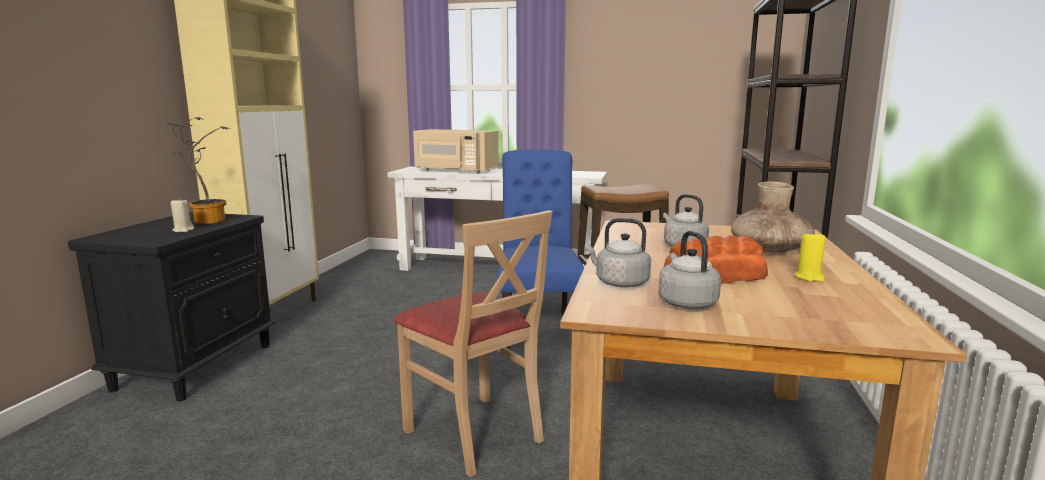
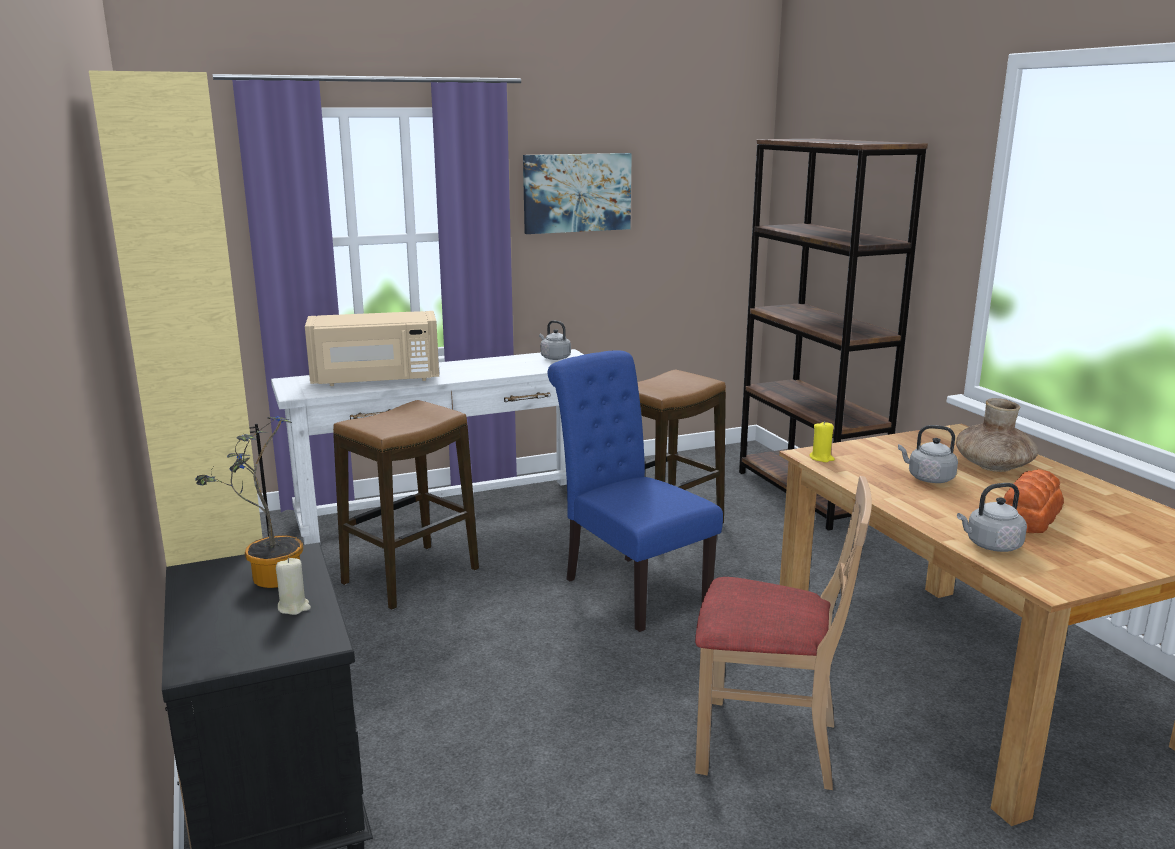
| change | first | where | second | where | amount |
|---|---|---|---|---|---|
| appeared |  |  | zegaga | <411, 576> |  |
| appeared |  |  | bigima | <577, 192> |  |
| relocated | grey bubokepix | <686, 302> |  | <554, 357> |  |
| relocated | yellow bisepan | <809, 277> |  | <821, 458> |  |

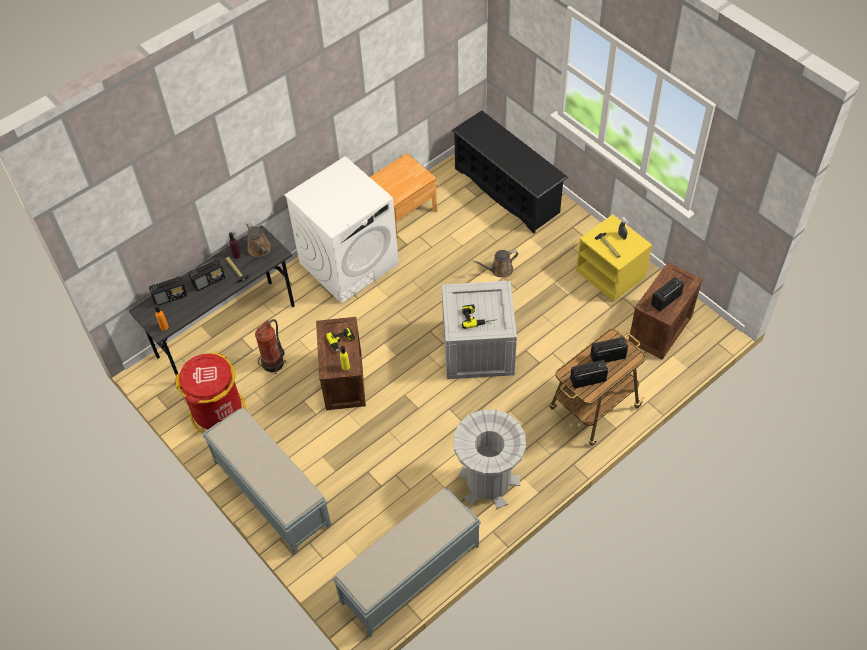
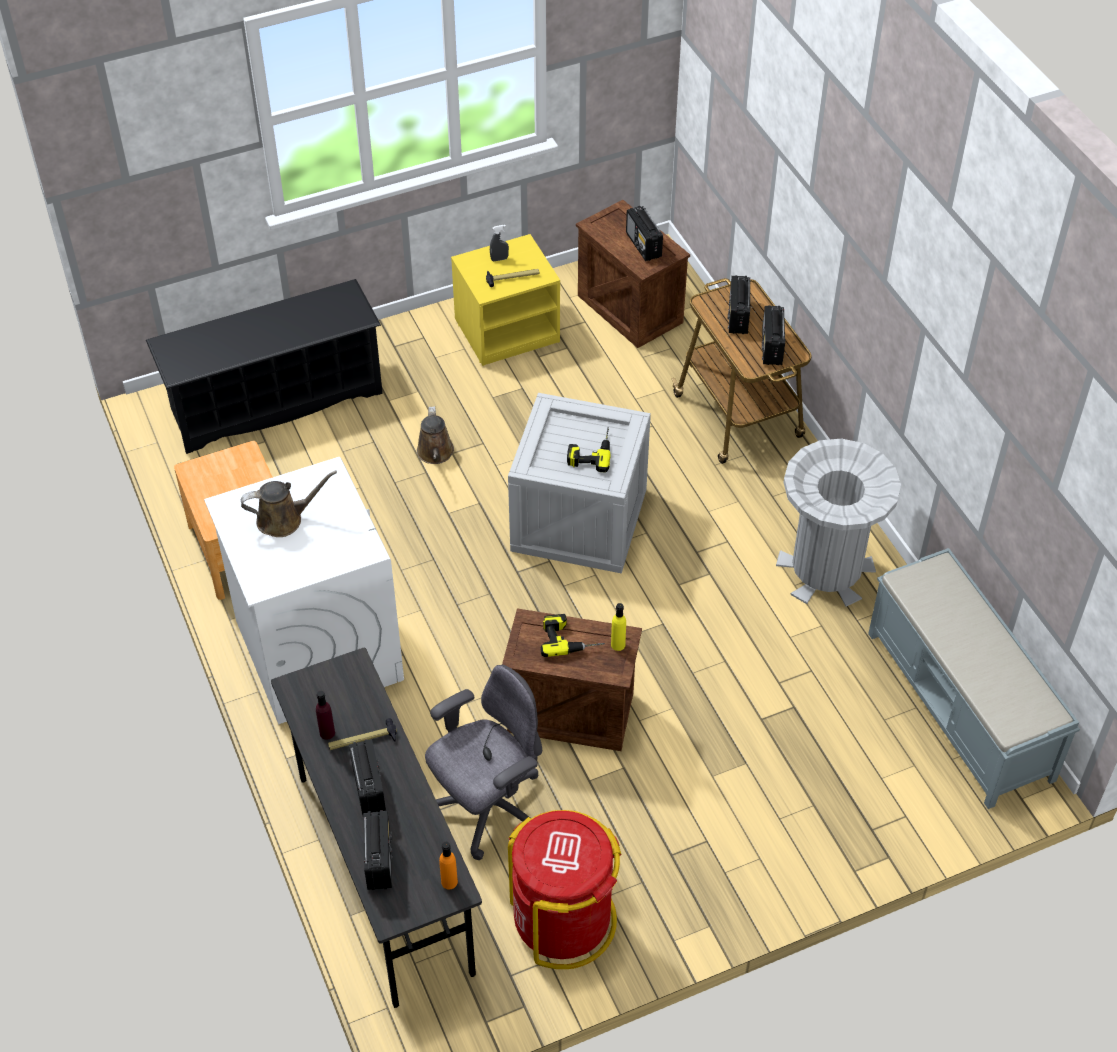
| change | first | where | second | where | amount |
|---|---|---|---|---|---|
| relocated | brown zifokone | <260, 249> |  | <284, 519> |  |
| exchanged | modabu | <274, 362> | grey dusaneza | <489, 809> |  |
| missing | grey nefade | <271, 492> |  |  |  |

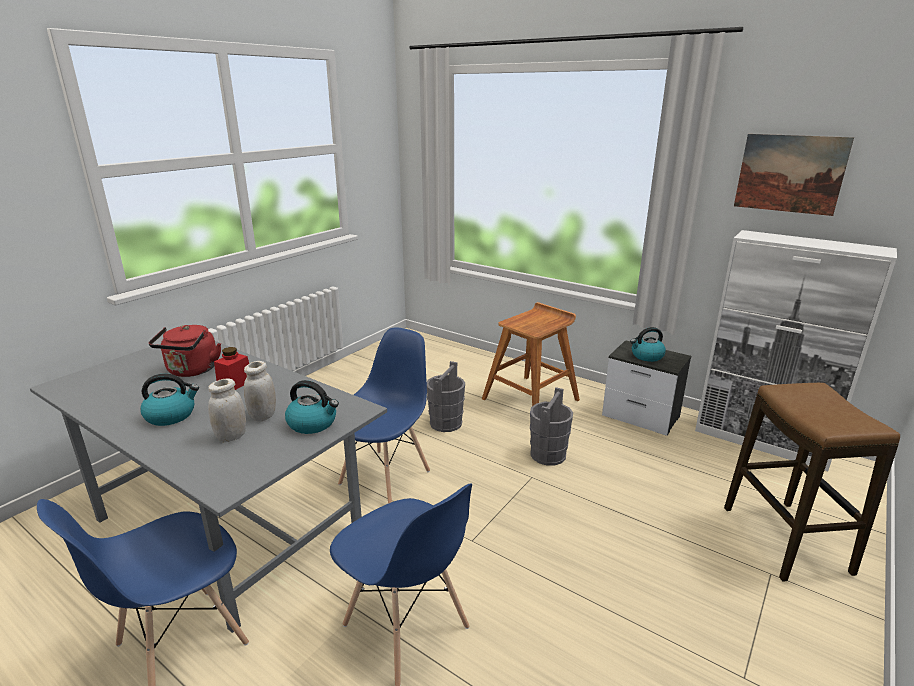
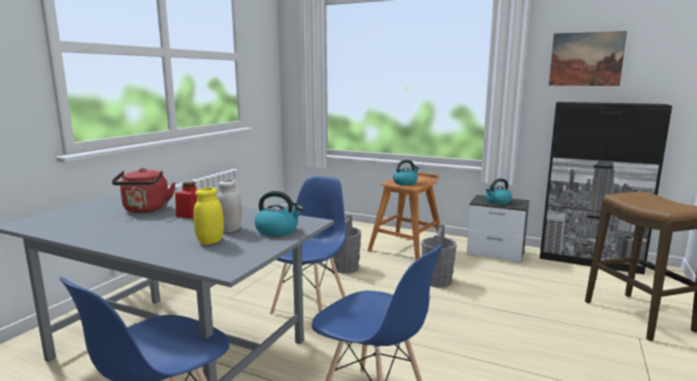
| change | first | where | second | where | amount |
|---|---|---|---|---|---|
| colour | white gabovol | <231, 436> | yellow gabovol | <210, 241> |  |
| relocated | bubokepix | <171, 415> |  | <405, 183> |  |
| colour | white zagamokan | <761, 441> | black zagamokan | <590, 261> |  |

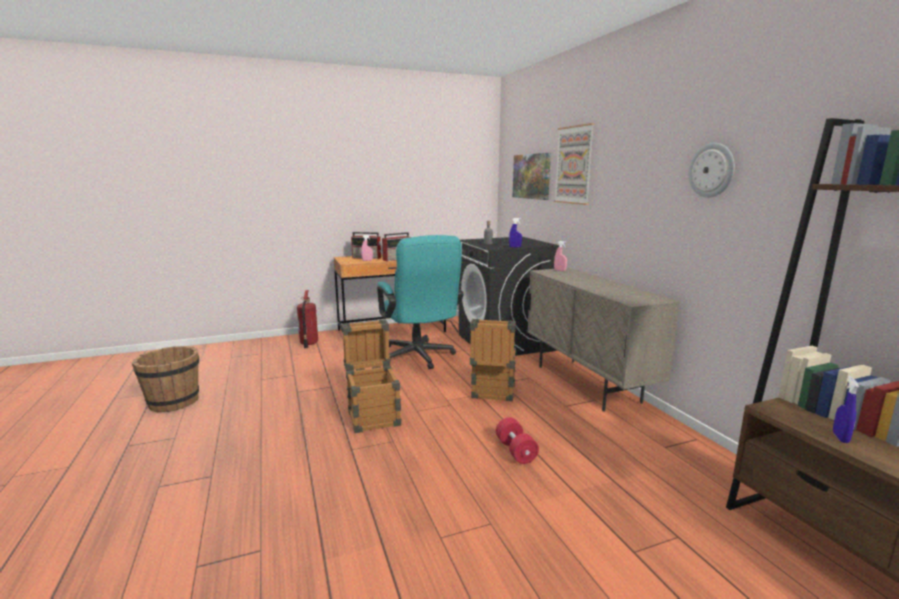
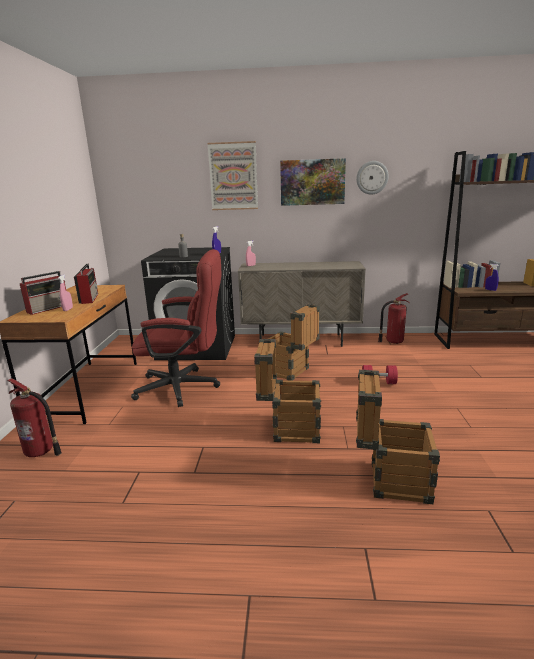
| change | first | where | second | where | amount |
|---|---|---|---|---|---|
| colour | turquoise dusaneza | <419, 358> | red dusaneza | <185, 387> |  |
| relocated | bigima | <531, 176> |  | <312, 182> |  |
| appeared |  |  | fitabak | <390, 480> |  |
| appeared |  |  | modabu | <393, 341> |  |
| missing | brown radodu | <173, 402> |  |  |  |

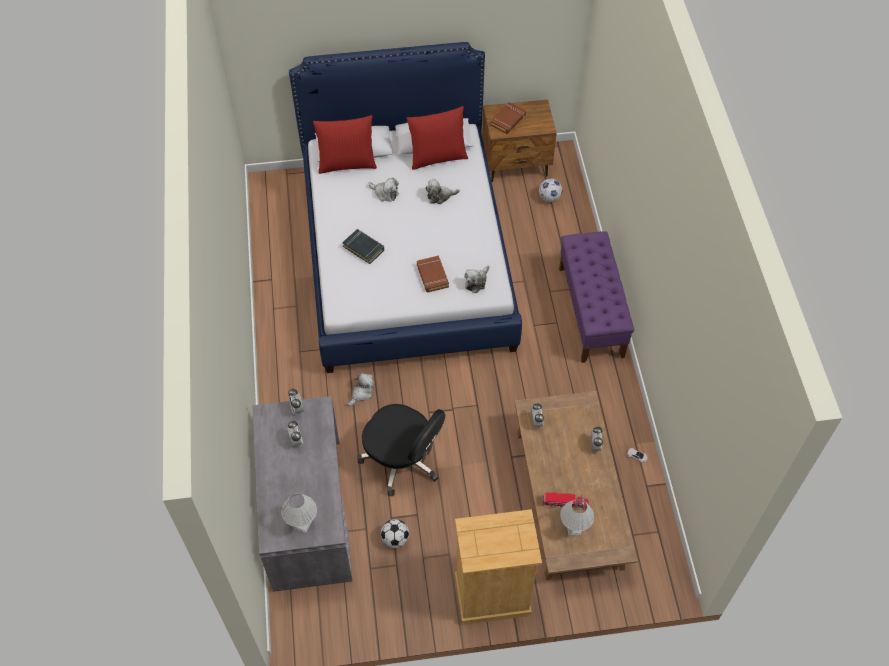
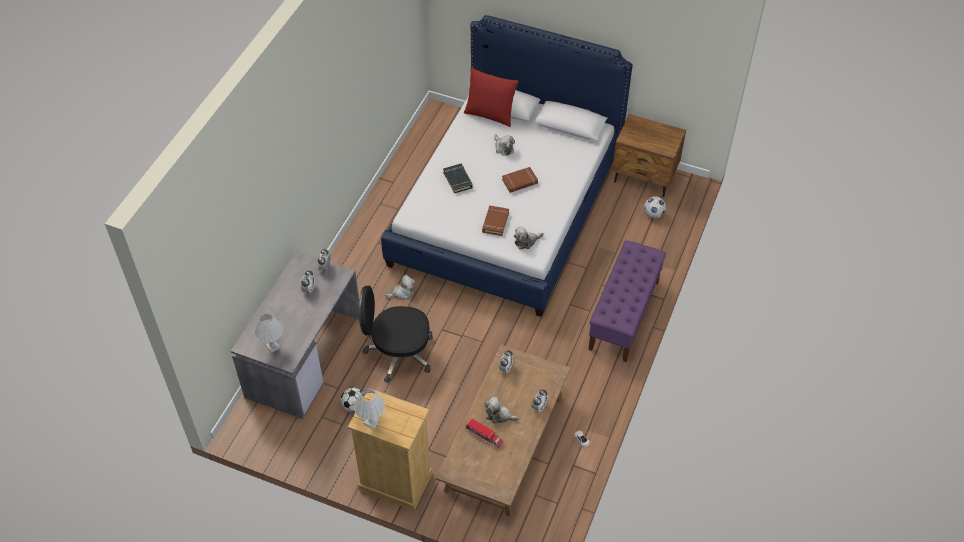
| change | first | where | second | where | amount |
|---|---|---|---|---|---|
| relocated | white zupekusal | <573, 529> |  | <371, 422> |  |
| spun | black dusaneza | <402, 460> |  | <398, 353> | 120 degrees clockwise |
| relocated | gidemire | <440, 196> |  | <499, 415> |  |
| relocated | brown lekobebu | <508, 120> |  | <520, 182> |  |
| missing | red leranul | <437, 157> |  |  |  |

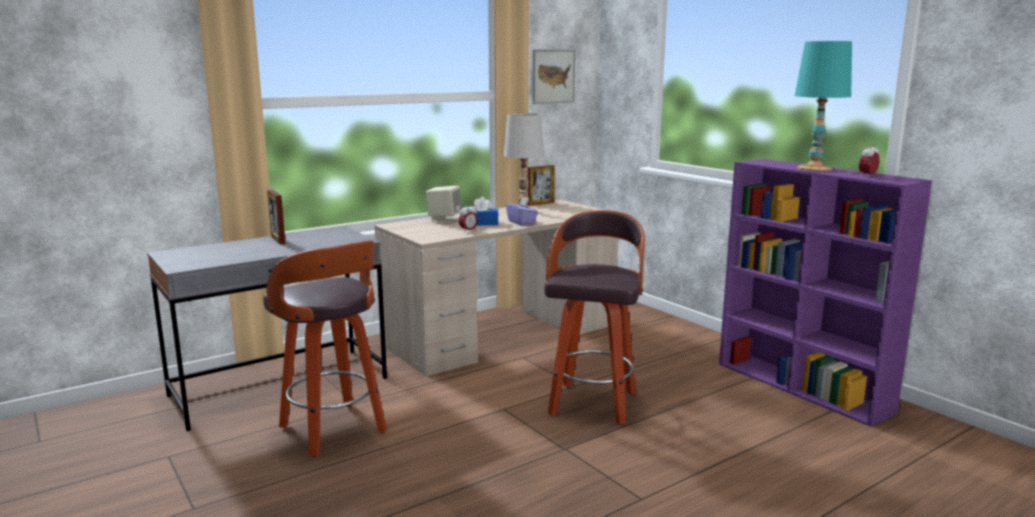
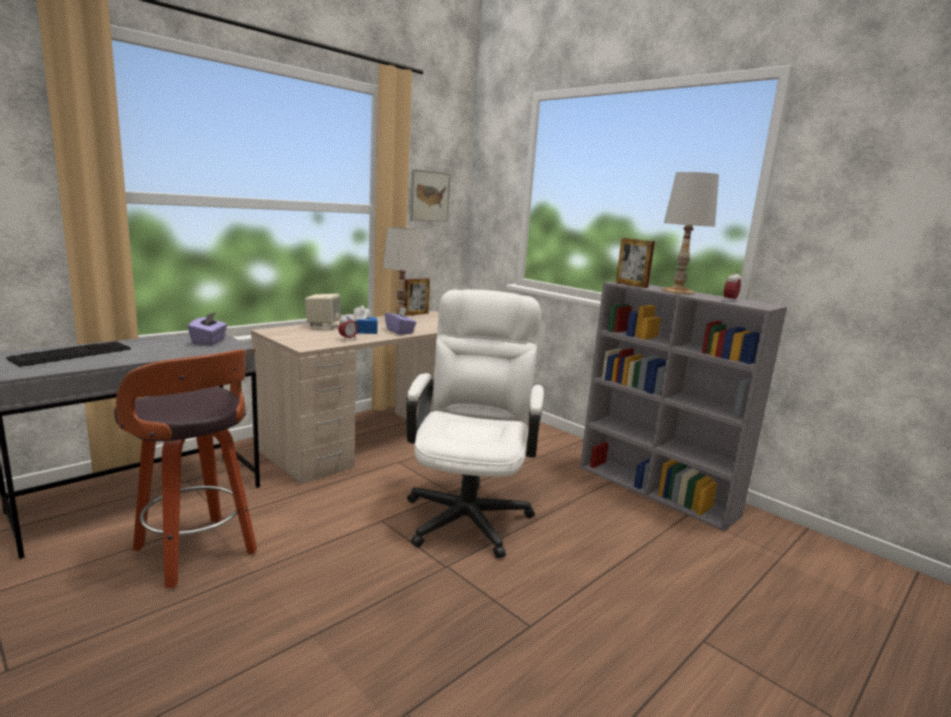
| change | first | where | second | where | amount |
|---|---|---|---|---|---|
| appeared |  |  | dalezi | <72, 353> |  |
| appeared |  |  | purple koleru | <209, 341> |  |
| exchanged | zegaga | <593, 403> | white dusaneza | <469, 511> |  |
| colour | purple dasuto | <803, 387> | grey dasuto | <657, 491> |  |
| relocated | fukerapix | <278, 240> |  | <631, 285> |  |
| colour | turquoise zupekusal | <815, 168> | white zupekusal | <678, 291> |  |

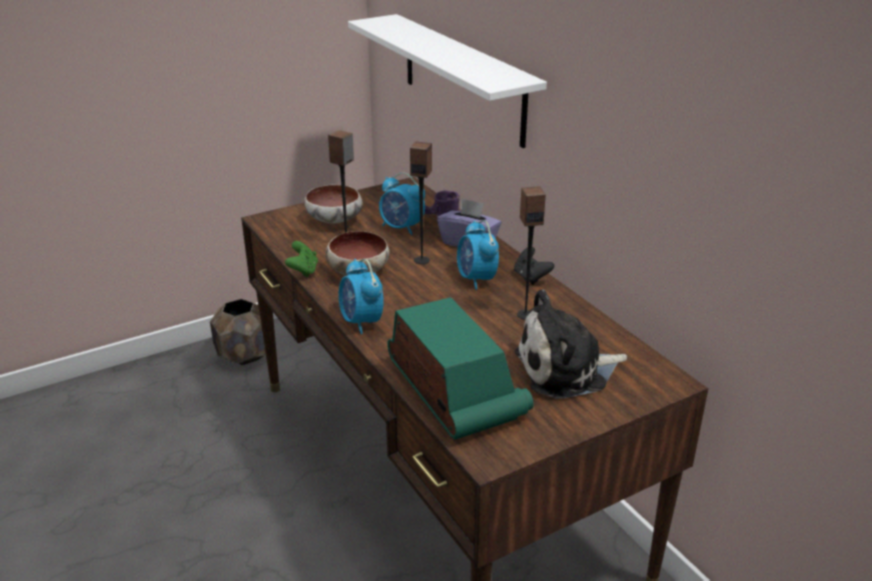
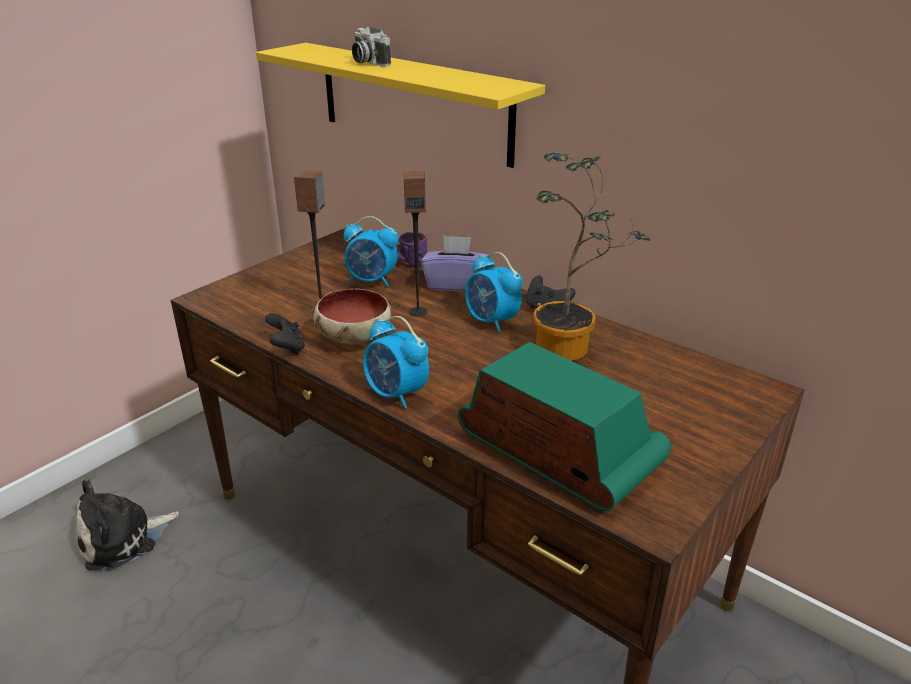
| change | first | where | second | where | amount |
|---|---|---|---|---|---|
| relocated | gidemire | <566, 370> |  | <123, 539> |  |
| colour | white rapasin | <462, 78> | yellow rapasin | <413, 102> |  |
| colour | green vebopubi | <303, 271> | black vebopubi | <287, 348> |  |
| appeared |  |  | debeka | <367, 62> |  |
| exchanged | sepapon | <525, 314> | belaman | <570, 349> |  |
| missing | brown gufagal | <245, 355> |  |  |  |
| missing | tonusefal | <335, 220> |  |  |  |

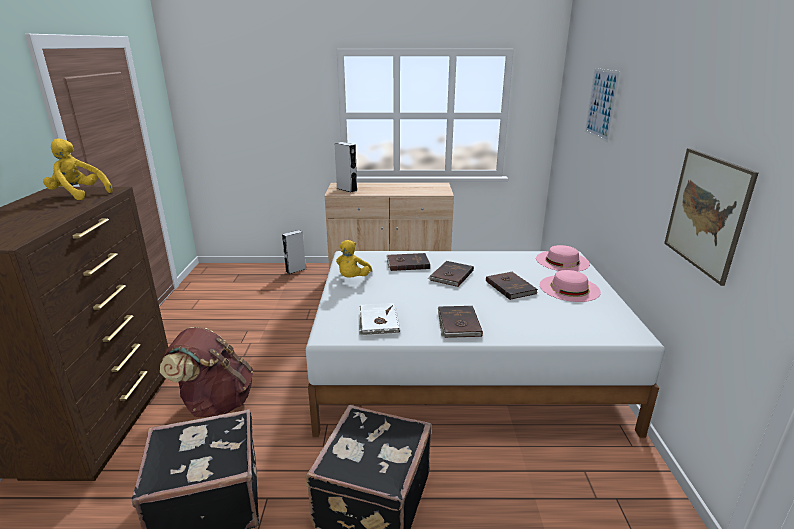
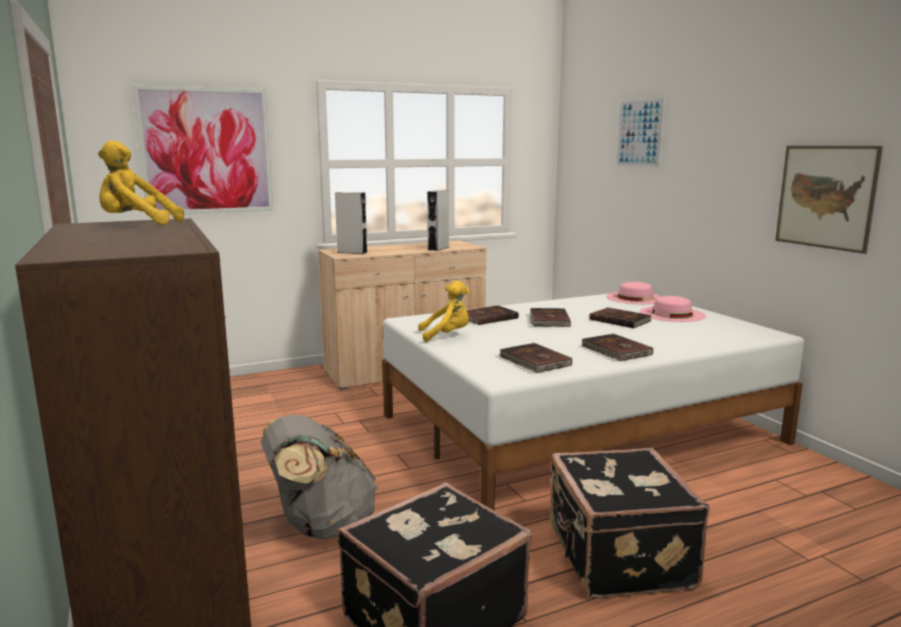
| change | first | where | second | where | amount |
|---|---|---|---|---|---|
| appeared |  |  | bigima | <206, 151> |  |
| colour | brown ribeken | <216, 403> | grey ribeken | <321, 526> |  |
| spun | yellow gidemire | <353, 278> |  | <447, 336> | 90 degrees counterclockwise |
| relocated | grey sepapon | <295, 270> |  | <438, 248> |  |
| colour | white lekobebu | <378, 321> | brown lekobebu | <534, 361> |  |

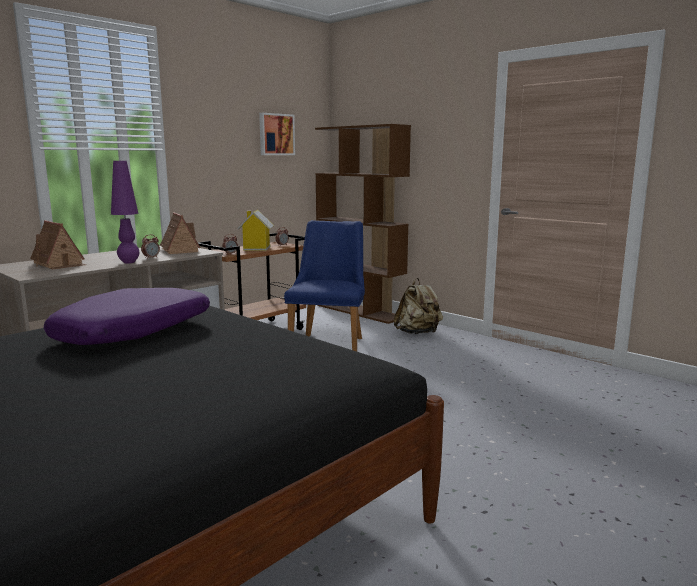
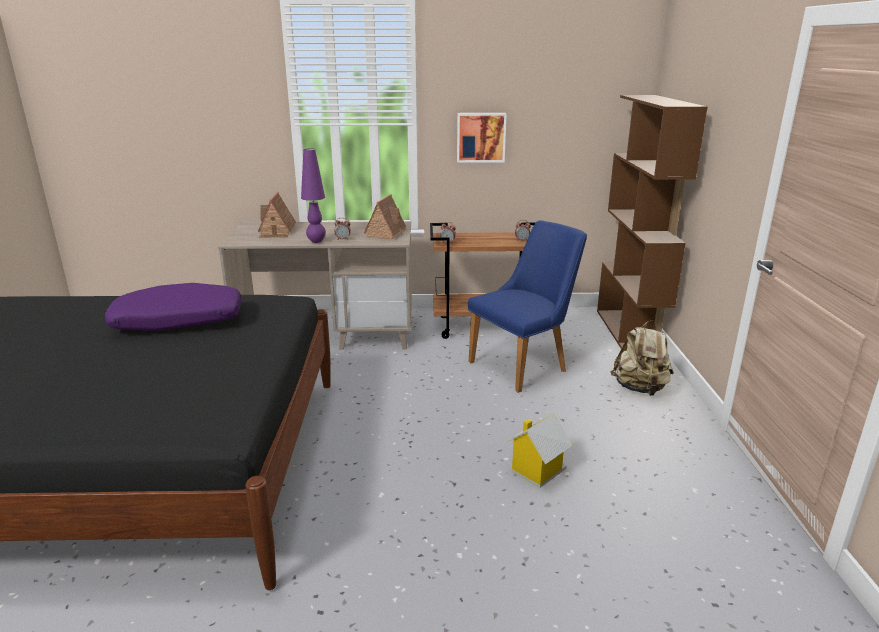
| change | first | where | second | where | amount |
|---|---|---|---|---|---|
| relocated | bigima | <276, 134> |  | <481, 137> |  |
| relocated | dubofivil | <256, 248> |  | <536, 471> |  |

